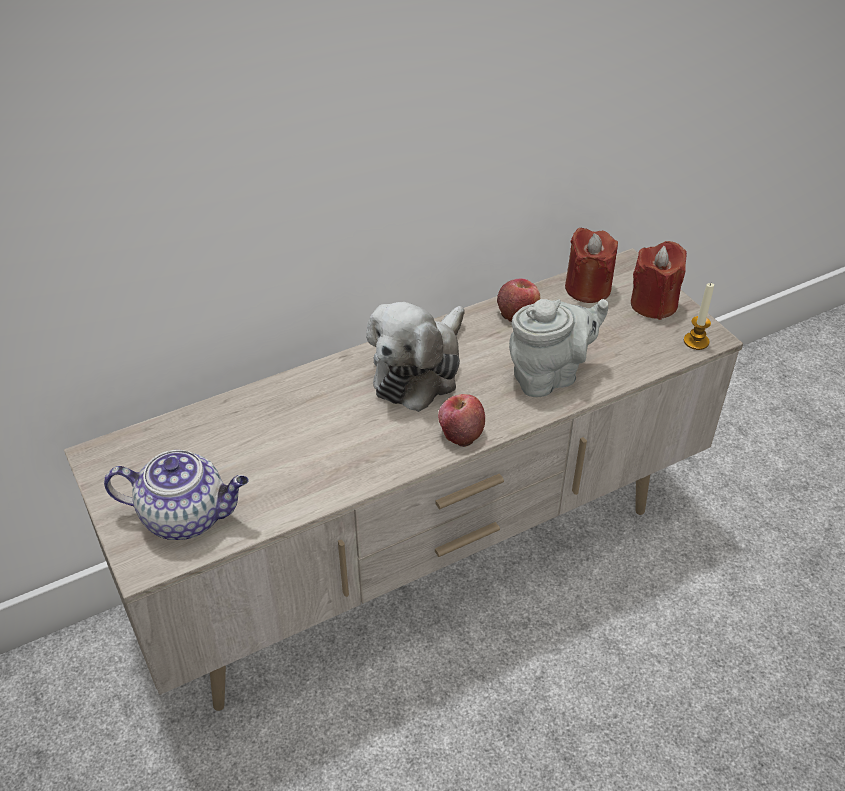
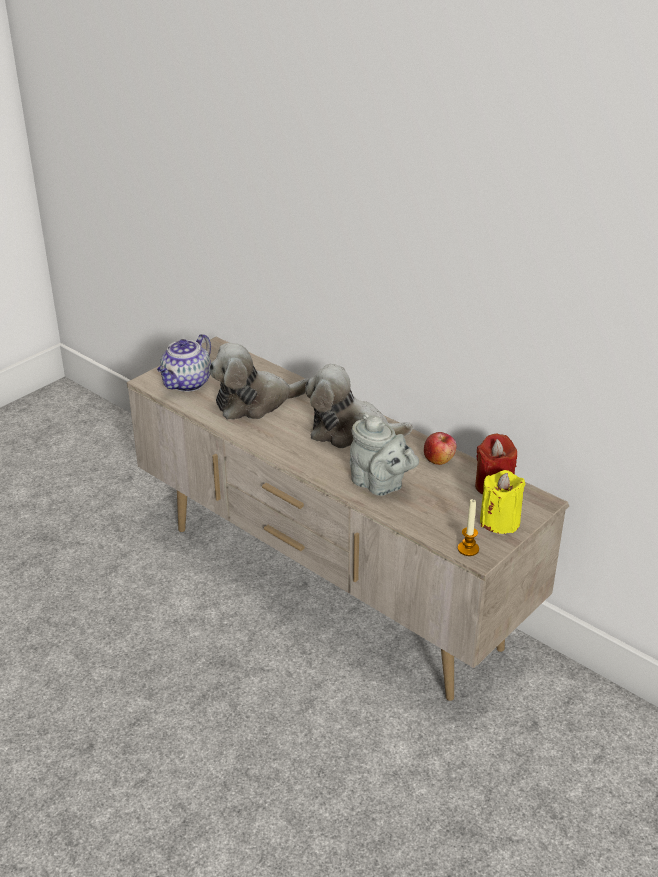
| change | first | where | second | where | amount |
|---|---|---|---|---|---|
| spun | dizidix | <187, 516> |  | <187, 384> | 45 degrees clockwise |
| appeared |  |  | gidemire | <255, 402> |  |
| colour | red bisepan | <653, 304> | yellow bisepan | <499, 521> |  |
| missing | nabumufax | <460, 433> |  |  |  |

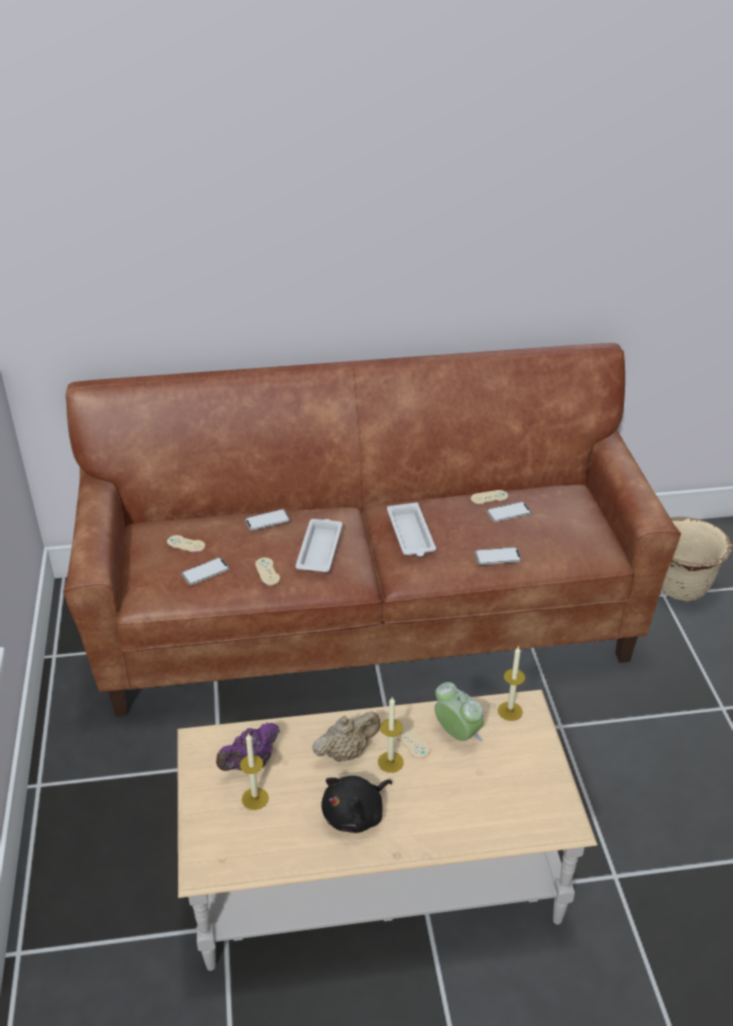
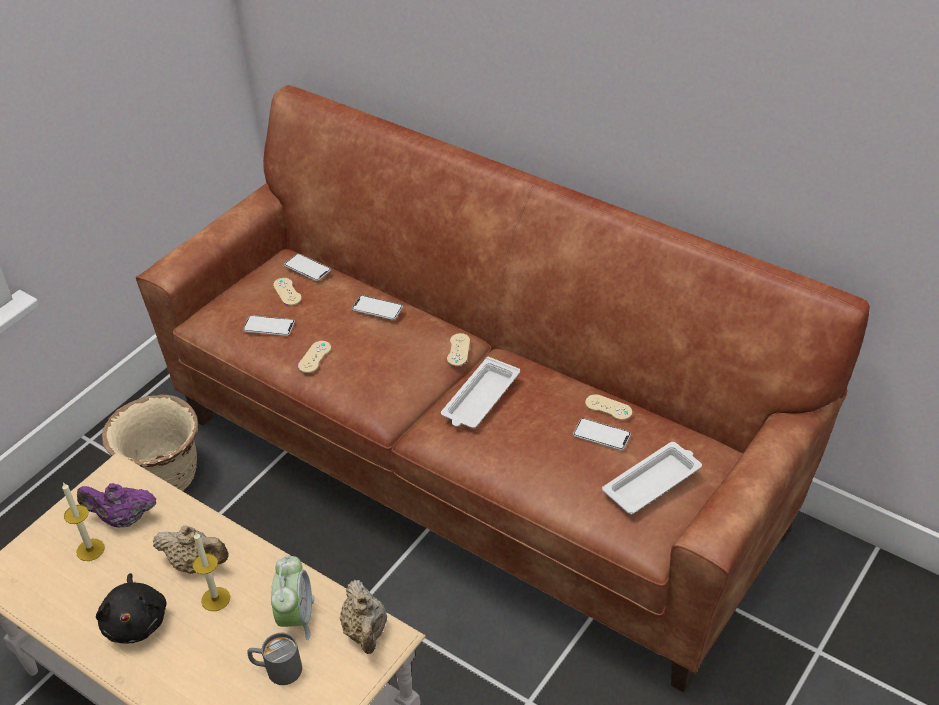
| change | first | where | second | where | amount |
|---|---|---|---|---|---|
| spun | black gidemire | <356, 814> |  | <136, 621> | 105 degrees counterclockwise |
| relocated | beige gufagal | <680, 587> |  | <165, 479> |  |
| appeared |  |  | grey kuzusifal | <276, 669> |  |
| relocated | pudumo | <497, 557> |  | <307, 268> |  |
| exchanged | bisepan | <510, 711> | beige dizidix | <366, 632> |  |
| relocated | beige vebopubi | <410, 741> |  | <458, 350> |  |
| relocated | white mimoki | <320, 549> |  | <653, 482> |  |

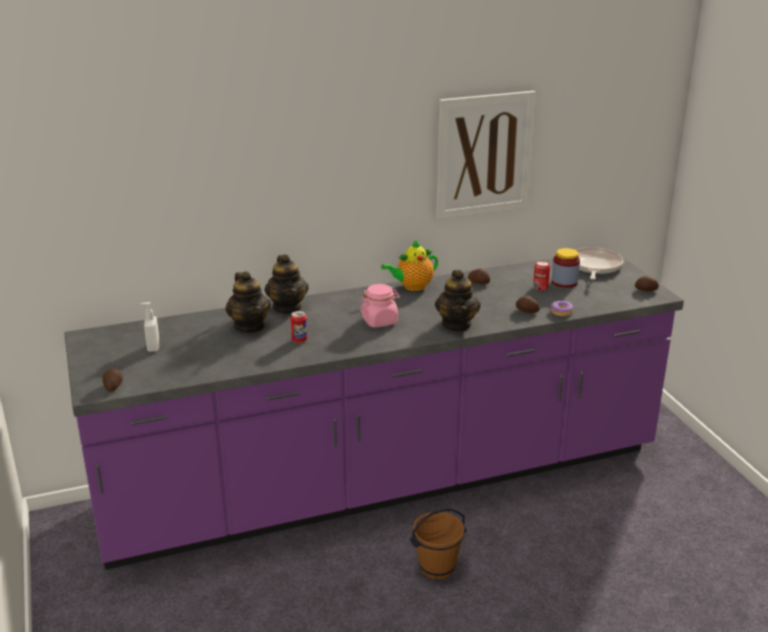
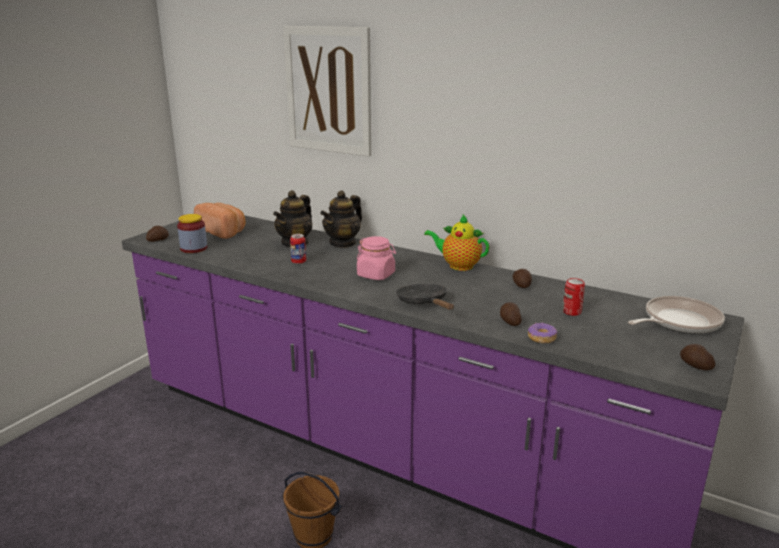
| change | first | where | second | where | amount |
|---|---|---|---|---|---|
| relocated | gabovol | <564, 282> |  | <194, 248> |  |
| exchanged | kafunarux | <153, 348> | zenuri | <223, 231> |  |
| relocated | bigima | <484, 155> |  | <328, 90> |  |
| exchanged | dizidix | <457, 324> | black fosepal | <424, 303> |  |

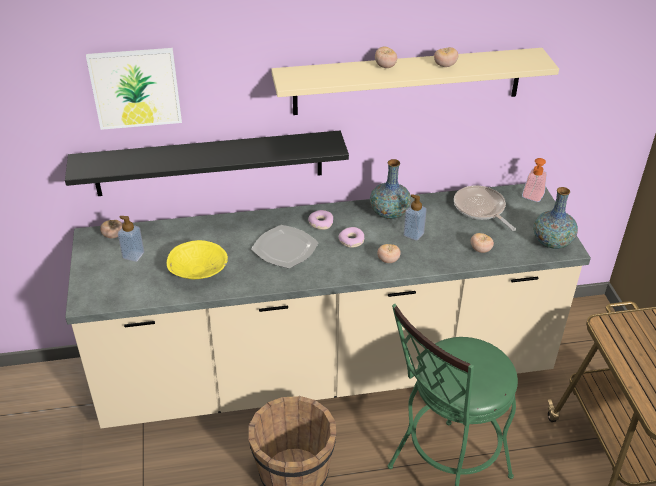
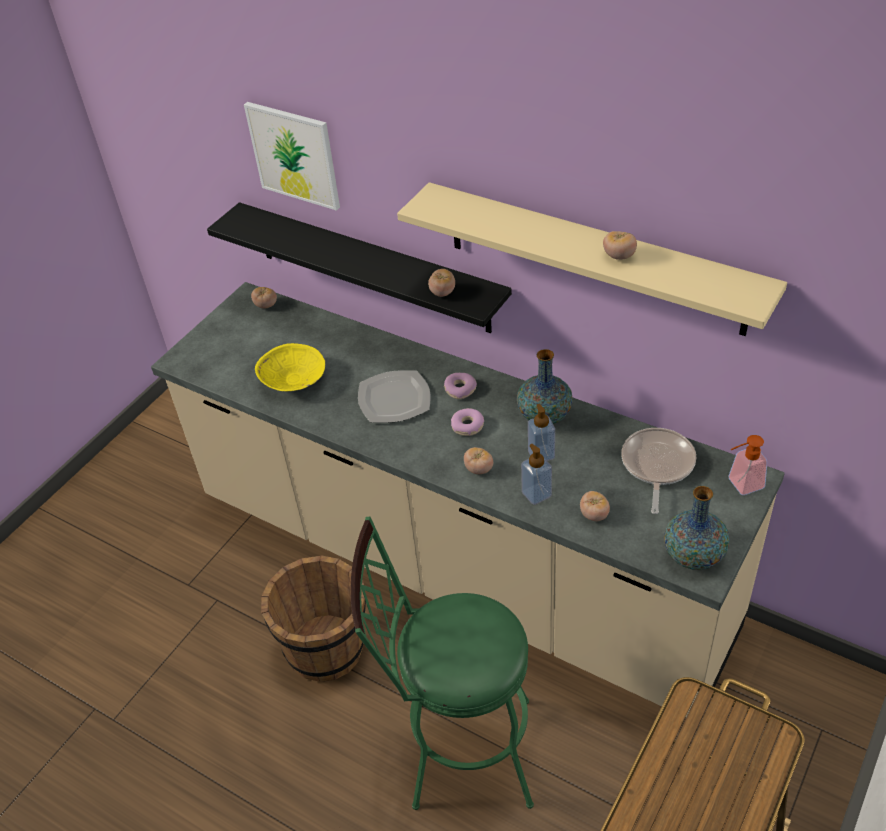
| change | first | where | second | where | amount |
|---|---|---|---|---|---|
| relocated | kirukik | <385, 66> |  | <442, 292> |  |
| relocated | kafunarux | <133, 255> |  | <536, 494> |  |

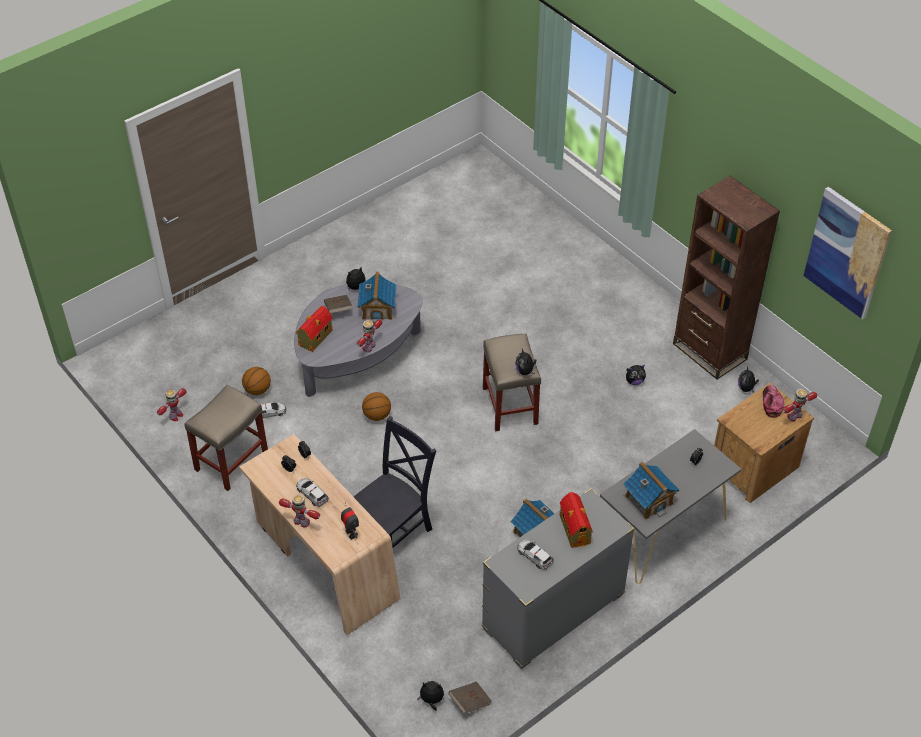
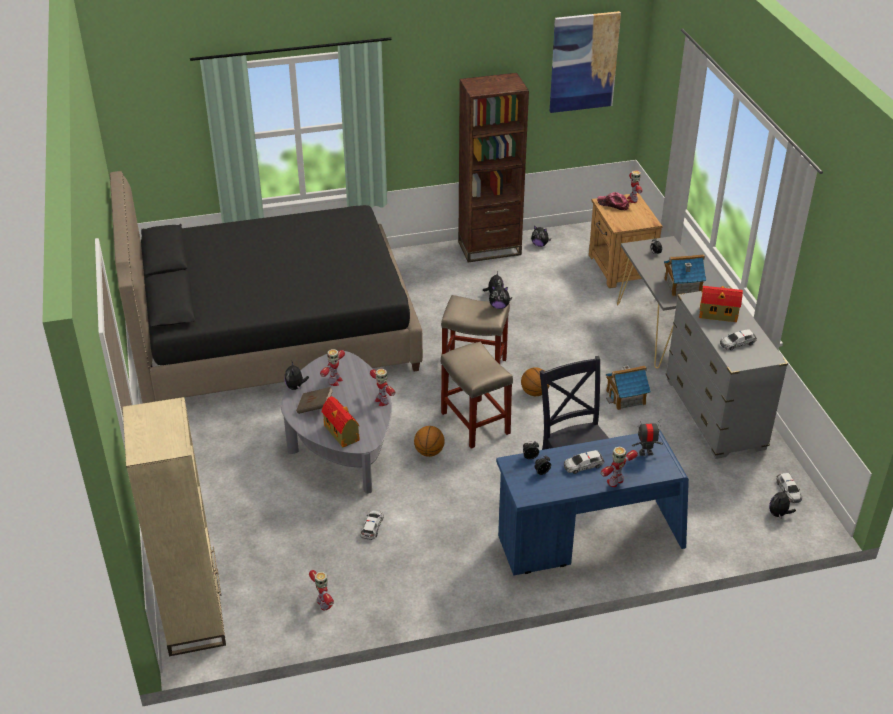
| change | first | where | second | where | amount |
|---|---|---|---|---|---|
| appeared |  |  | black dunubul | <273, 334> |  |
| appeared |  |  | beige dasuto | <194, 619> |  |
| exchanged | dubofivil | <378, 308> | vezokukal | <335, 381> |  |
| relocated | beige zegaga | <232, 460> |  | <474, 422> |  |
| colour | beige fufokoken | <323, 561> | blue fufokoken | <589, 541> |  |
| relocated | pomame | <257, 390> |  | <534, 392> |  |
| exchanged | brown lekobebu | <470, 702> | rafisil | <788, 491> |  |

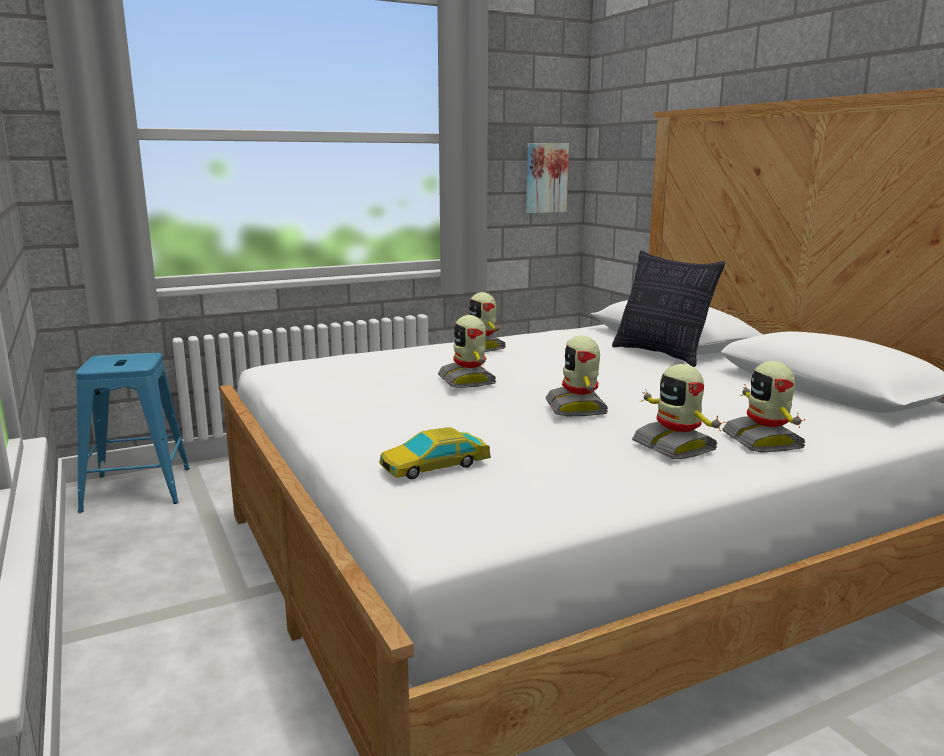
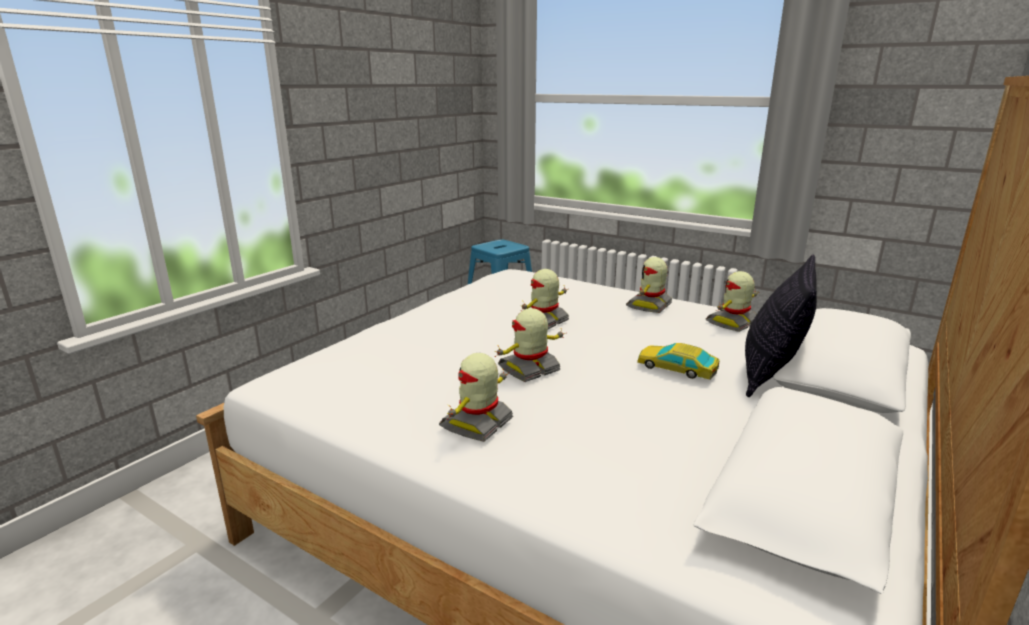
| change | first | where | second | where | amount |
|---|---|---|---|---|---|
| relocated | rafisil | <435, 465> |  | <677, 368> |  |
| relocated | vezokukal | <764, 441> |  | <733, 323> |  |
| missing | bigima | <545, 178> |  |  |  |

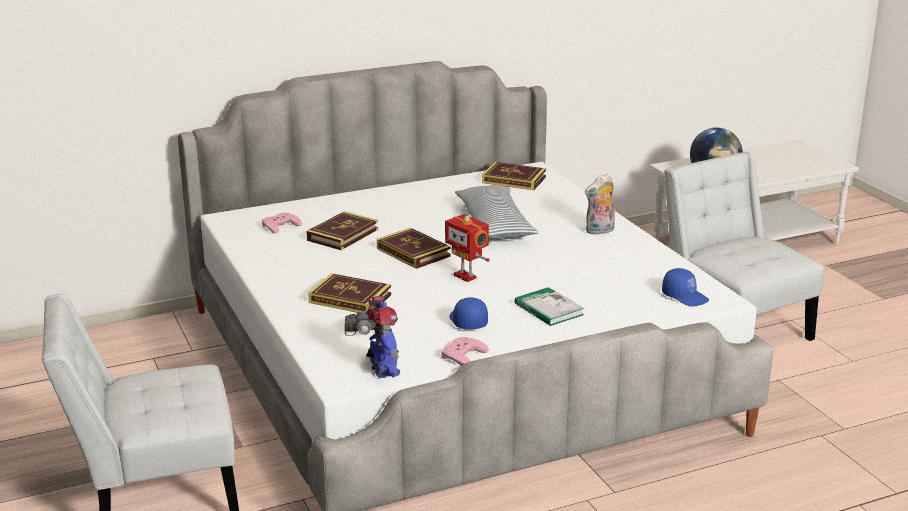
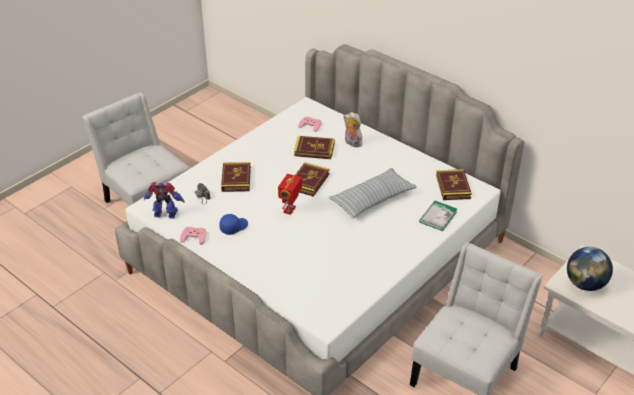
| change | first | where | second | where | amount |
|---|---|---|---|---|---|
| spun | vezokukal | <383, 369> |  | <165, 215> | 135 degrees counterclockwise |
| relocated | gidemire | <600, 231> |  | <352, 143> |  |
| relocated | lekobebu | <548, 309> |  | <438, 217> |  |
| missing | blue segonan | <685, 296> |  |  |  |

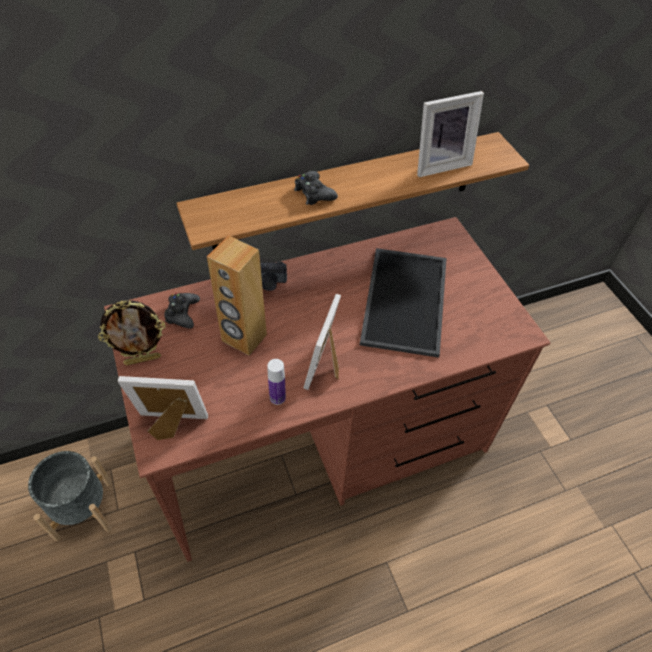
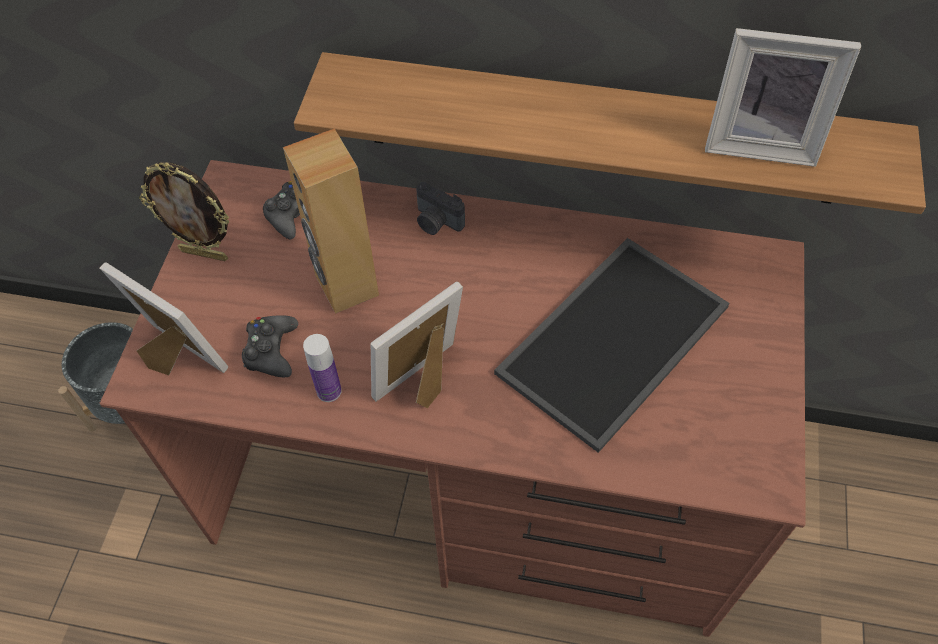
| change | first | where | second | where | amount |
|---|---|---|---|---|---|
| relocated | black vebopubi | <314, 193> |  | <271, 351> |  |

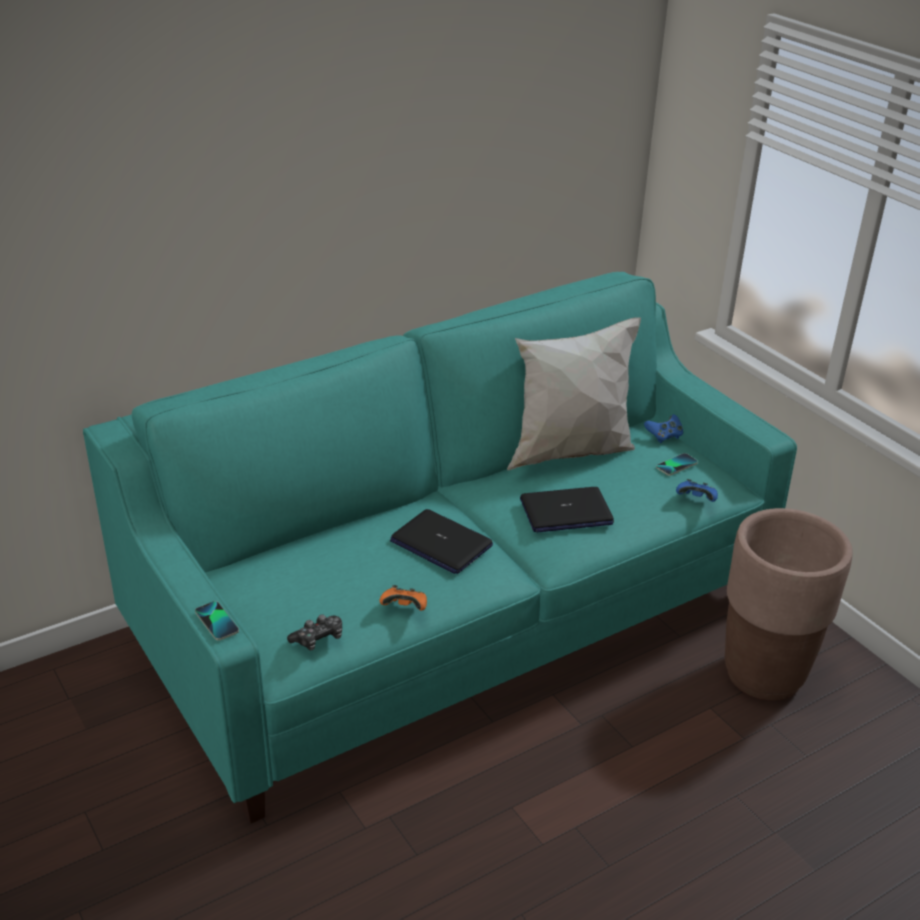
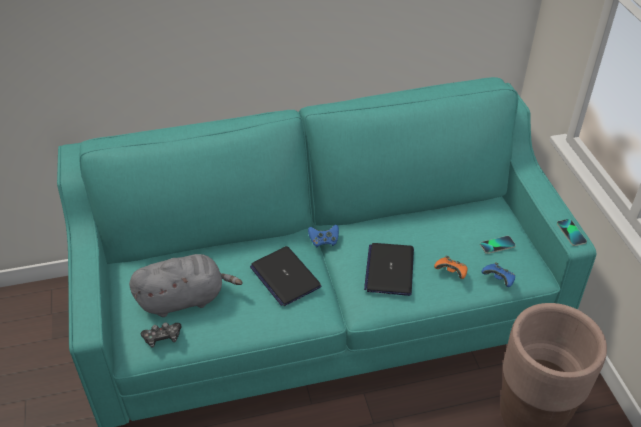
| change | first | where | second | where | amount |
|---|---|---|---|---|---|
| appeared |  |  | grey gidemire | <185, 299> |  |
| relocated | blue vebopubi | <664, 436> |  | <323, 241> |  |
| spun | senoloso | <566, 512> |  | <389, 270> | 90 degrees clockwise |
| relocated | orange vebopubi | <405, 608> |  | <451, 273> |  |
| relocated | pudumo | <217, 622> |  | <571, 233> |  |
| missing | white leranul | <570, 453> |  |  |  |

